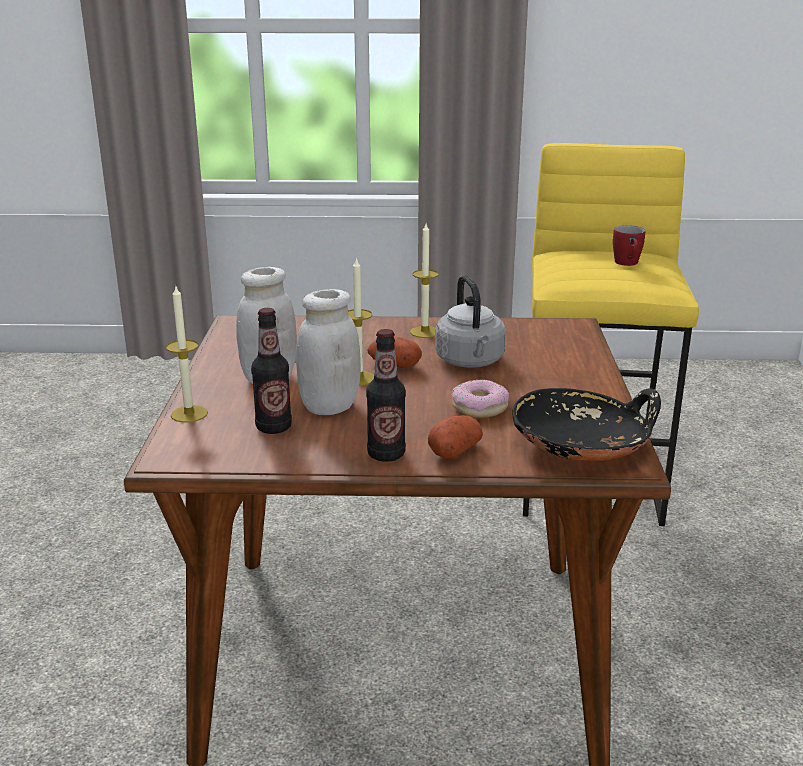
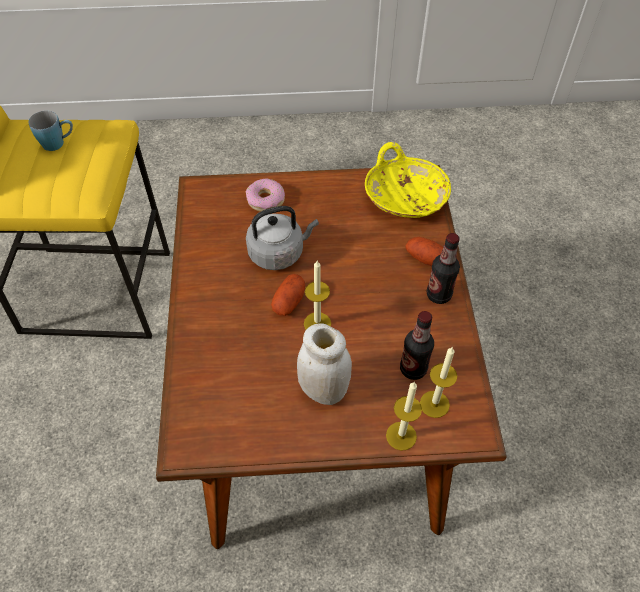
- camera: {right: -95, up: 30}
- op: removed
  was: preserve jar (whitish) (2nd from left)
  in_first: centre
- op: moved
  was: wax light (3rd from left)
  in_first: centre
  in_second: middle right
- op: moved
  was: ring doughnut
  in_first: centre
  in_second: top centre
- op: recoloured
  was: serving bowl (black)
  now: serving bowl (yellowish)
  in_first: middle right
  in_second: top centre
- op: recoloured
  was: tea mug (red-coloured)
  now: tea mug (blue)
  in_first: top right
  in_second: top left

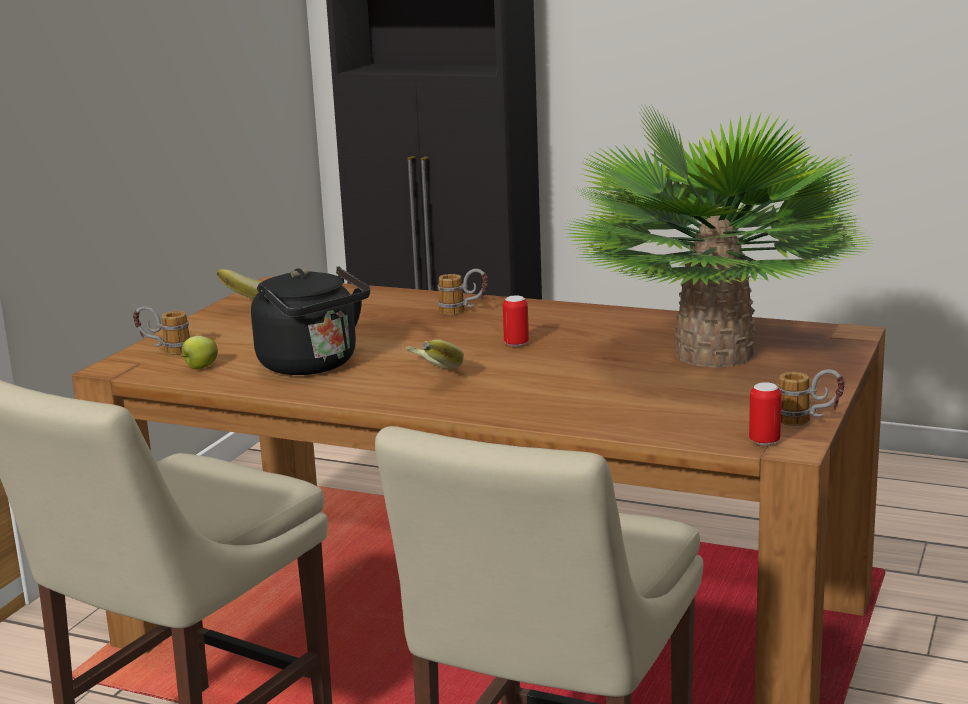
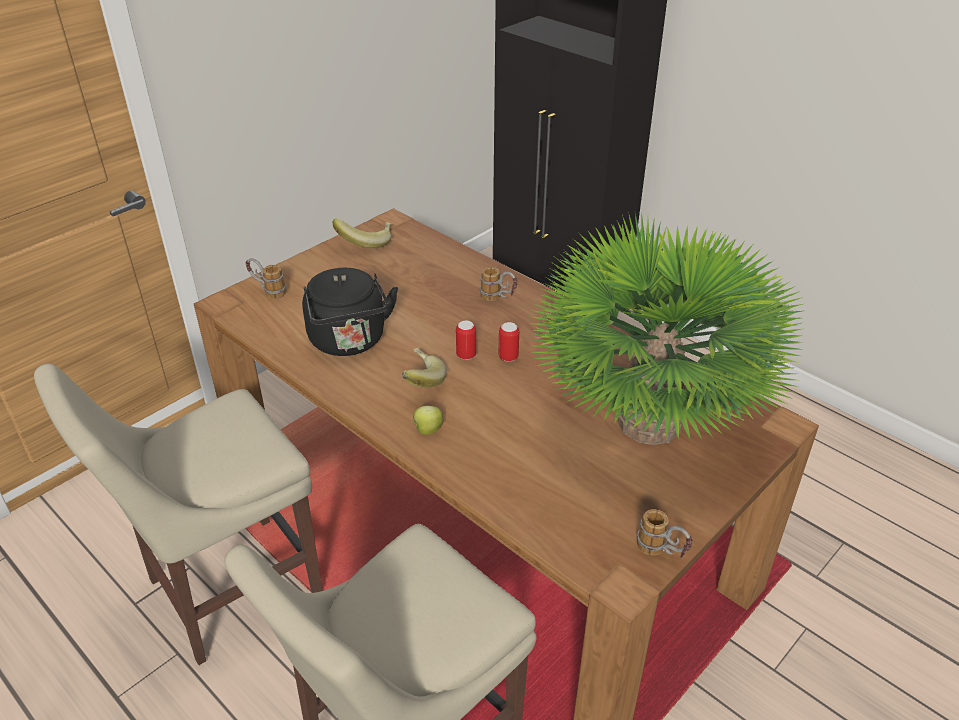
- camera: {right: 20, up: 20}
- op: moved
  was: apple fruit
  in_first: middle left
  in_second: centre
- op: moved
  was: can (2nd from left in the first image)
  now: can (1st from left)
  in_first: middle right
  in_second: centre

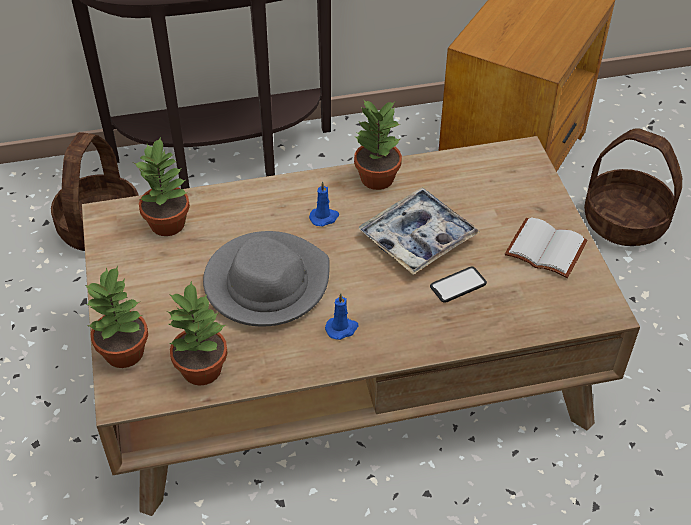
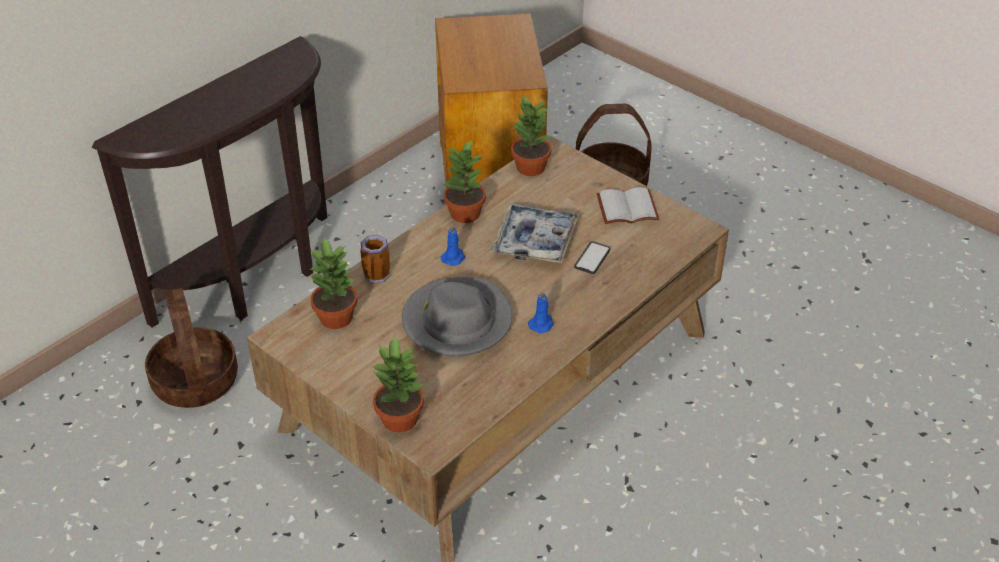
- camera: {right: -35, up: -5}
- op: added
  now: tea mug
  in_second: centre
- op: moved
  was: houseplant (3rd from left in the first image)
  now: houseplant (4th from left)
  in_first: middle left
  in_second: top centre

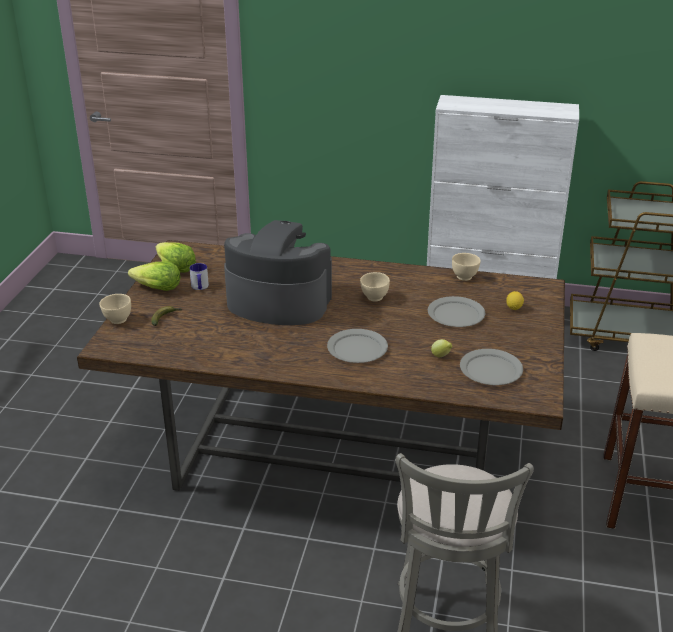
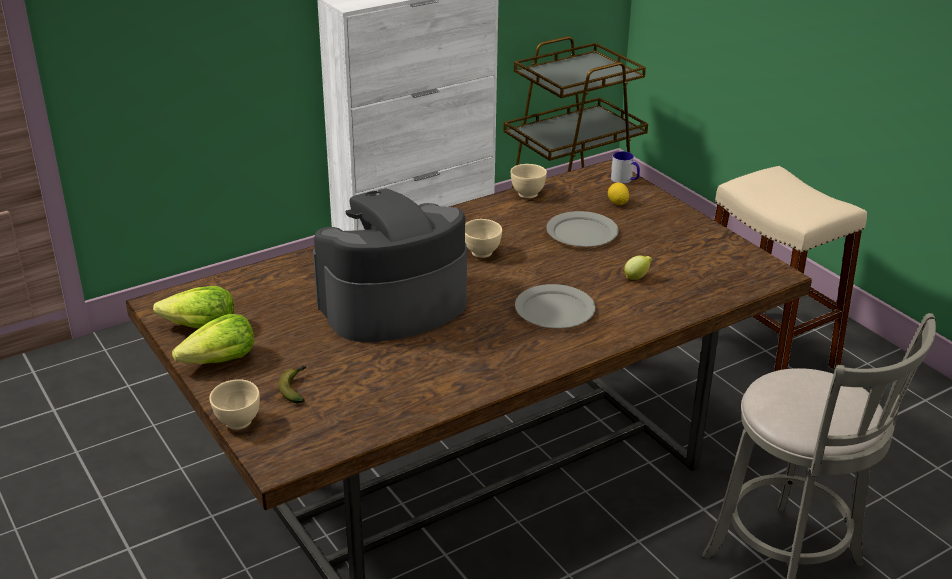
- camera: {right: -45, up: 0}
- op: removed
  was: plate (greyish) (3rd from left)
  in_first: middle right
- op: moved
  was: tea mug
  in_first: middle left
  in_second: top centre

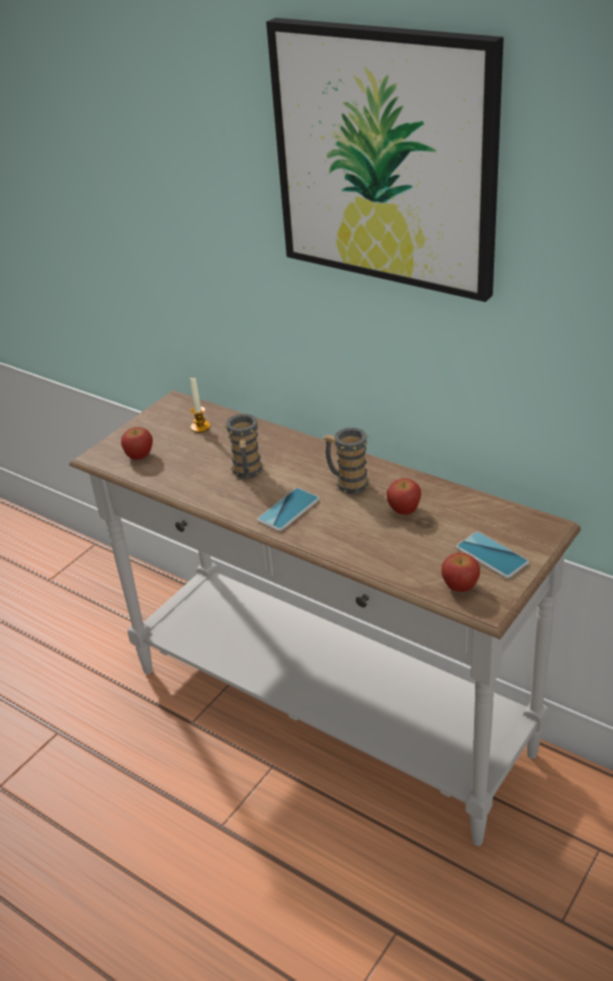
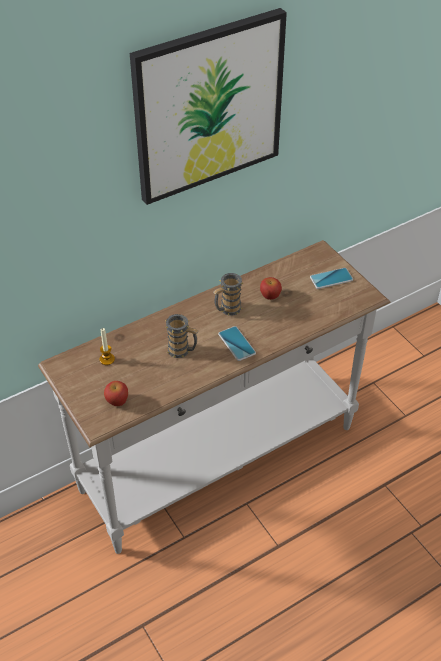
- camera: {right: -70, up: 10}
- op: removed
  was: apple fruit (3rd from left)
  in_first: middle right

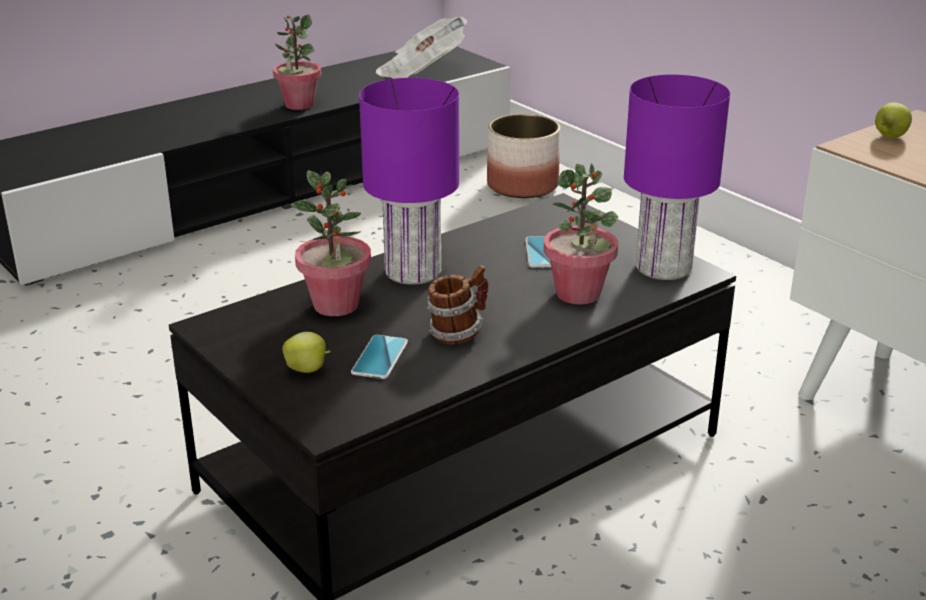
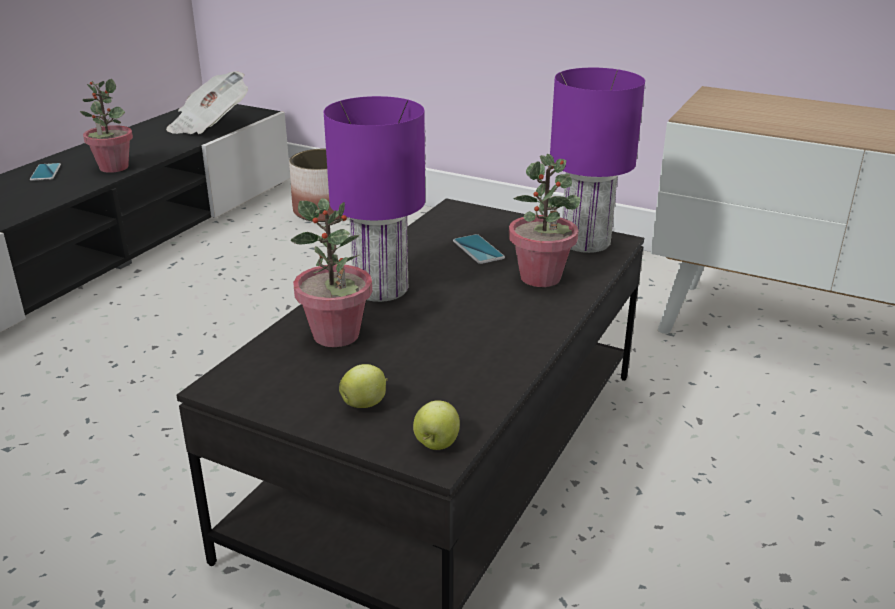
- camera: {right: -25, up: 0}
- op: removed
  was: tea mug
  in_first: centre
- op: moved
  was: telephone (1st from left)
  in_first: centre
  in_second: top left
- op: moved
  was: apple fruit (2nd from left)
  in_first: top right
  in_second: bottom centre

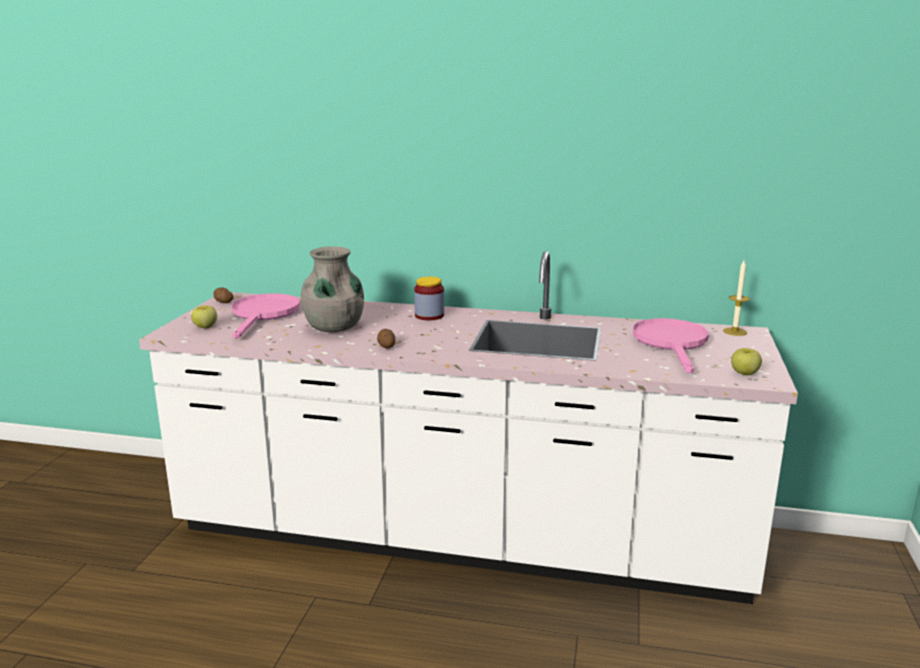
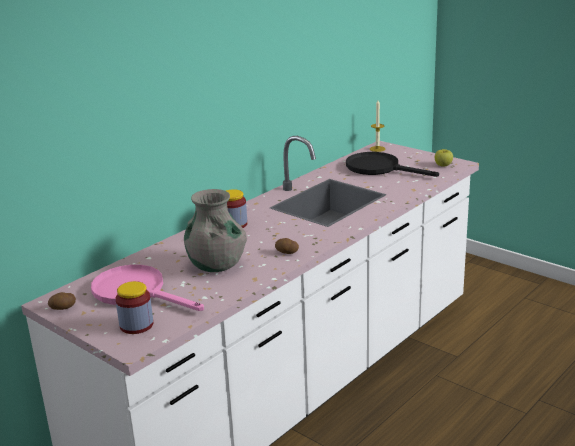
- camera: {right: -60, up: 5}
- op: replaced
  was: apple fruit (1st from left)
  now: preserve jar (1st from left)
  in_first: middle left
  in_second: bottom left
- op: recoloured
  was: pan (pink) (2nd from left)
  now: pan (black)
  in_first: middle right
  in_second: middle right

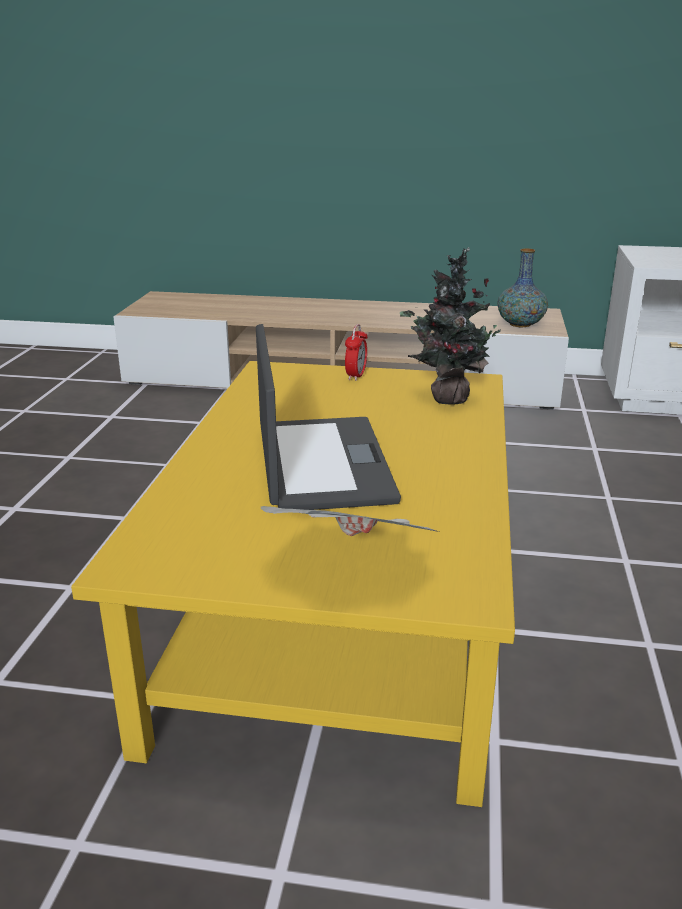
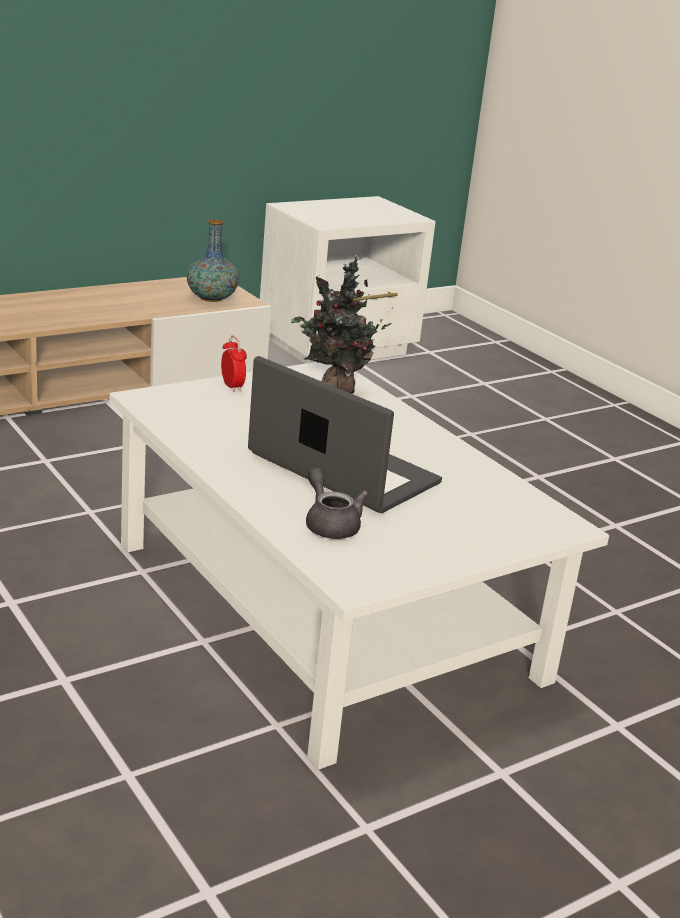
- camera: {right: -45, up: 0}
- op: removed
  was: daily paper
  in_first: centre
- op: added
  now: tea pot (greyish)
  in_second: centre
- op: recoloured
  was: lounge table (yellowish)
  now: lounge table (whitish)
  in_first: centre
  in_second: centre

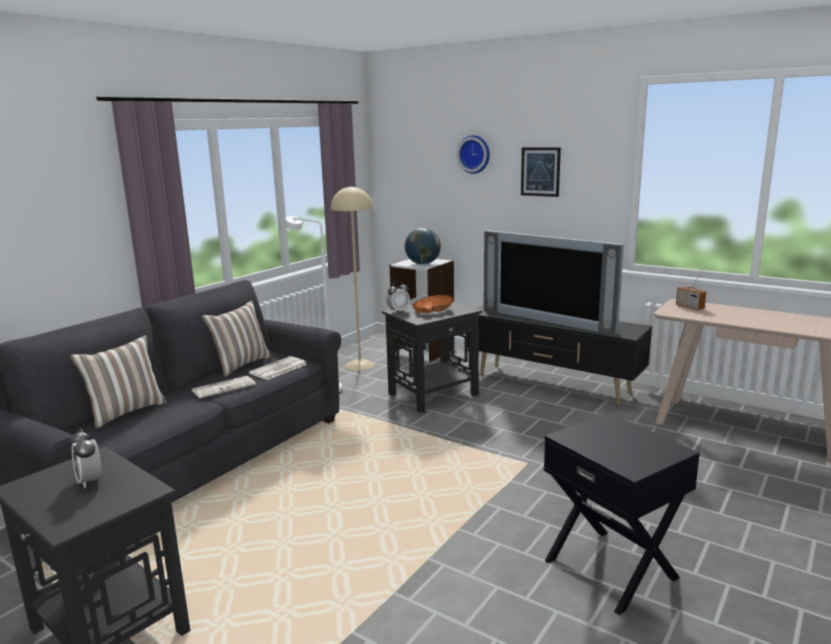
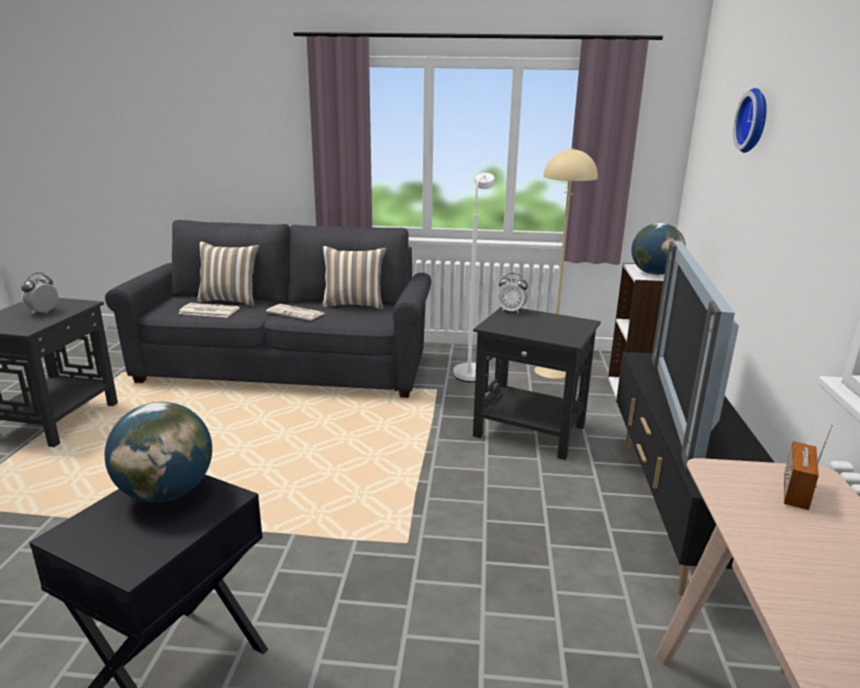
- camera: {right: 60, up: 5}
- op: removed
  was: serving bowl (orange)
  in_first: centre
- op: removed
  was: picture
  in_first: top centre
- op: added
  now: globe (1st from left)
  in_second: middle left
- op: moved
  was: daily paper (2nd from left in the first image)
  now: daily paper (1st from left)
  in_first: centre
  in_second: middle left

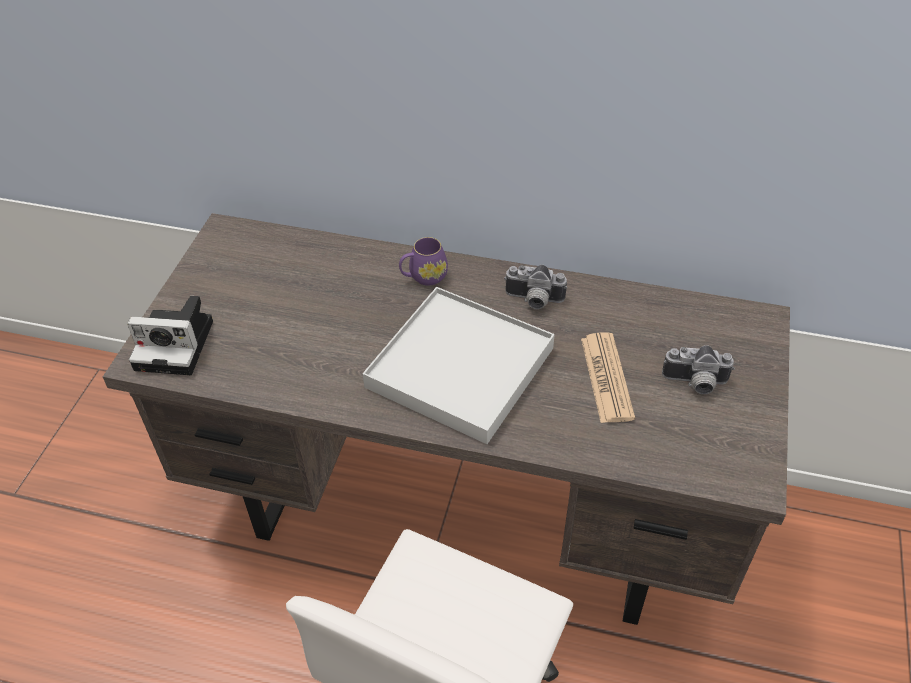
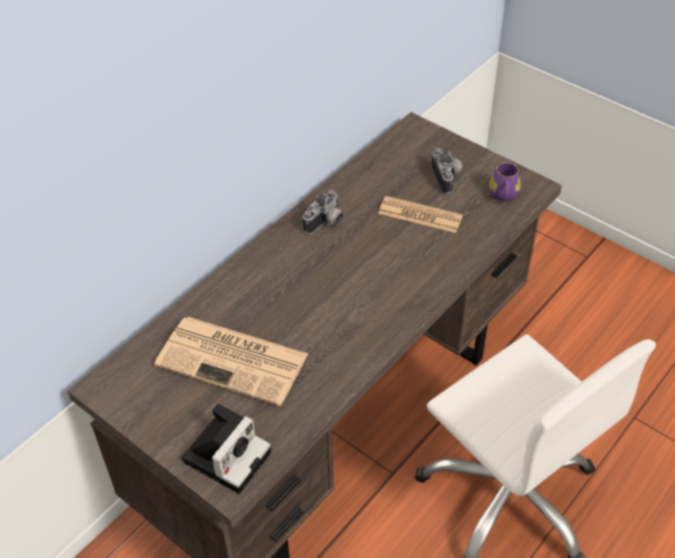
- camera: {right: -65, up: 0}
- op: removed
  was: carrying tray (whitish)
  in_first: centre
- op: added
  now: daily paper (1st from left)
  in_second: centre
- op: moved
  was: tea mug (purple-coloured)
  in_first: centre
  in_second: top right
- op: turned
  was: photo camera (3rd from left)
  in_first: middle right
  in_second: top centre
  clockwise: -45

